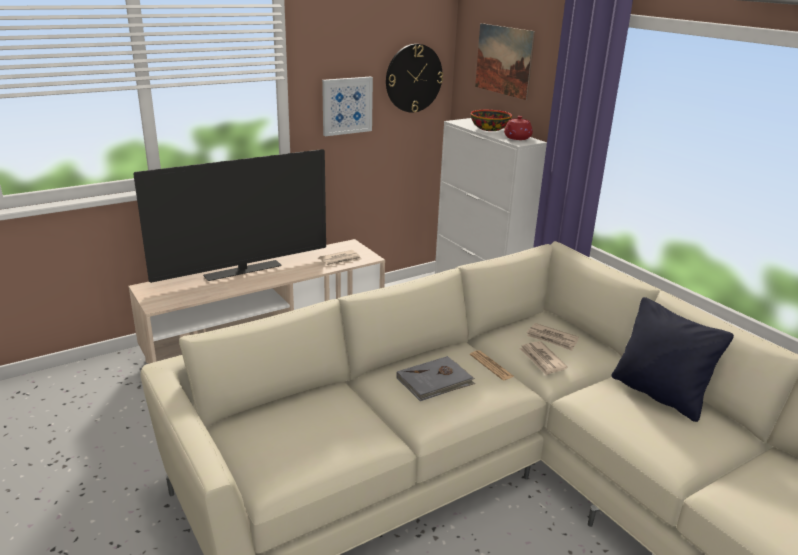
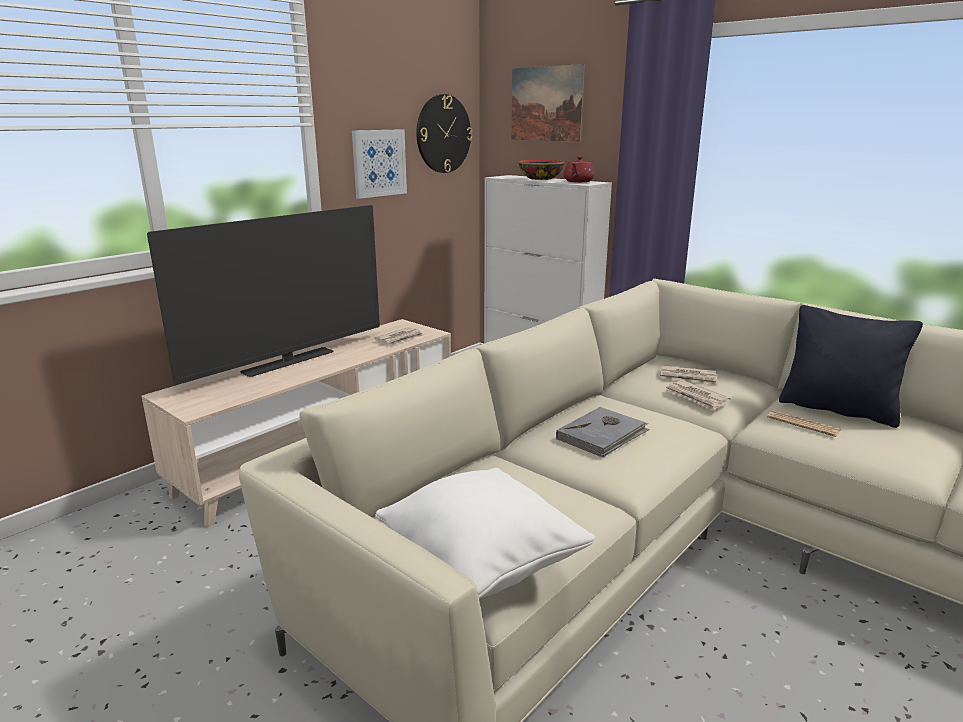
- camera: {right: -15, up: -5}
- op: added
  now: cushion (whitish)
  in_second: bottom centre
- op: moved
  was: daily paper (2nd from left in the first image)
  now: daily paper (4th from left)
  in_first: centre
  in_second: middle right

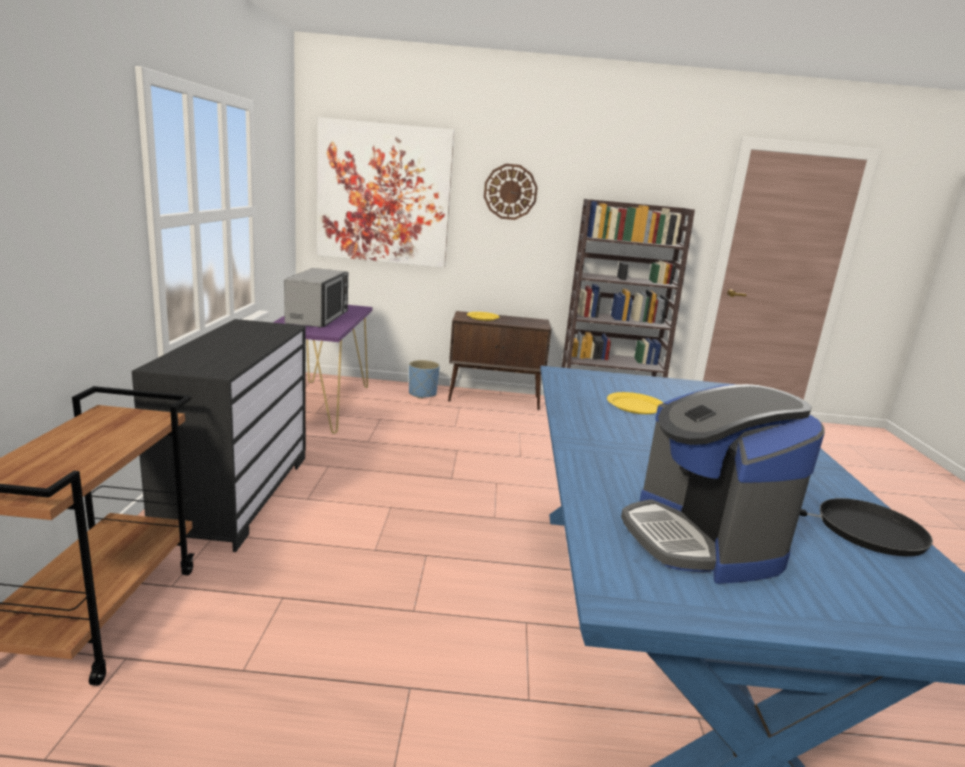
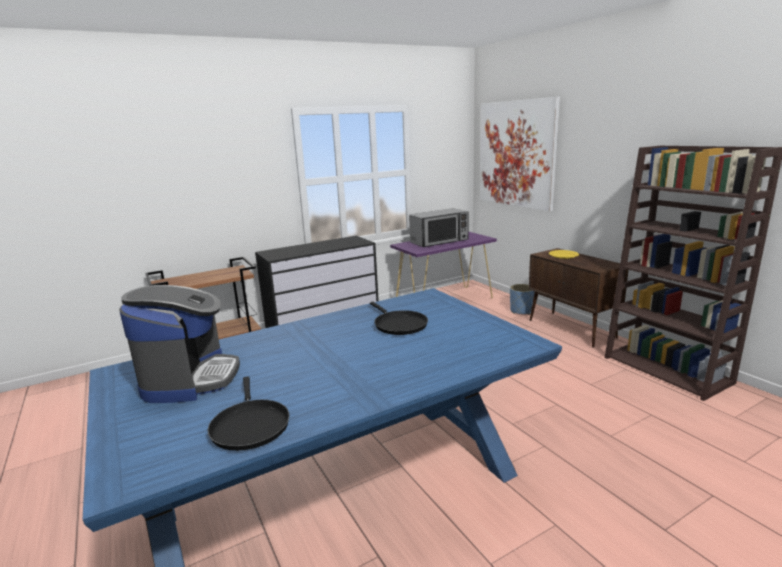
- camera: {right: 60, up: 0}
- op: removed
  was: clock on the wall
  in_first: top centre
- op: replaced
  was: plate (yellowish) (2nd from left)
  now: pan (black) (2nd from left)
  in_first: centre
  in_second: centre
- op: turned
  was: coffee brewer
  in_first: middle right
  in_second: middle left
  clockwise: 135

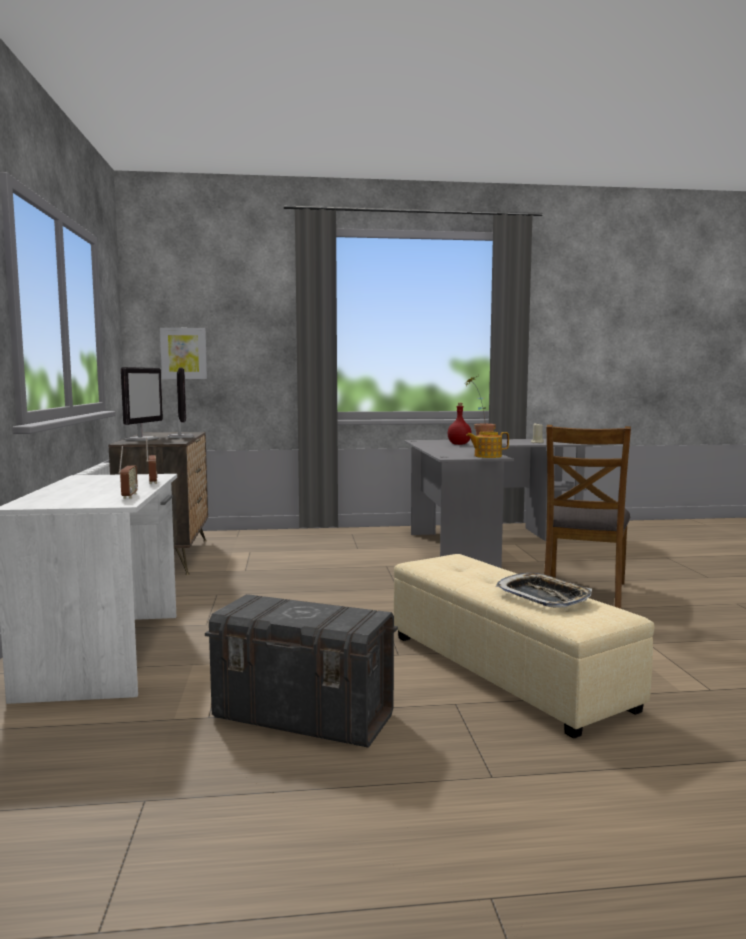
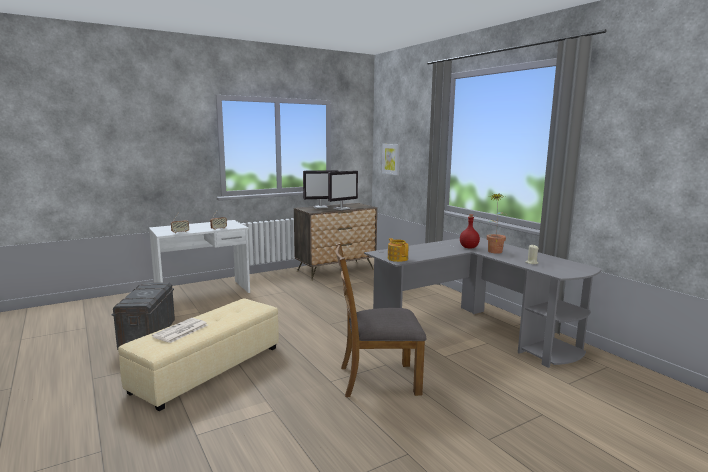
- camera: {right: 65, up: 5}
- op: replaced
  was: carrying tray
  now: daily paper
  in_first: middle right
  in_second: bottom left

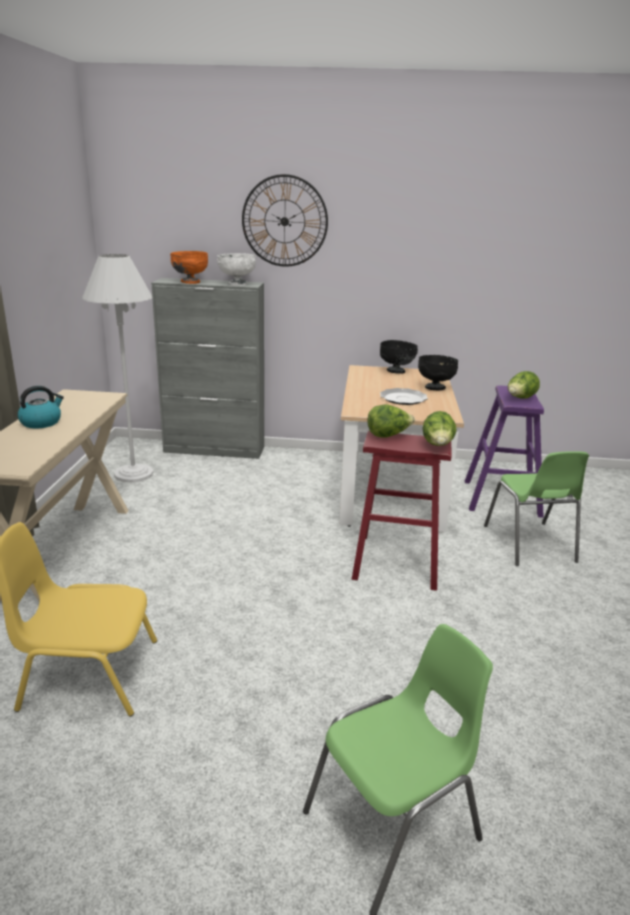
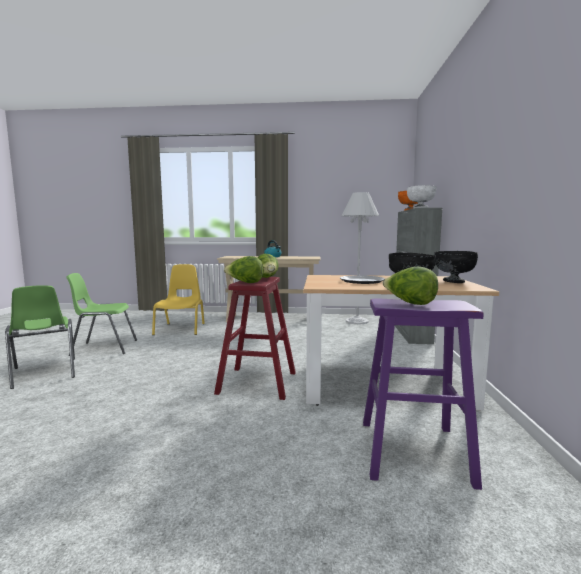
- camera: {right: 90, up: -15}
- op: removed
  was: clock on the wall
  in_first: top centre
- op: moved
  was: plain chair (green) (2nd from left)
  in_first: middle right
  in_second: middle left

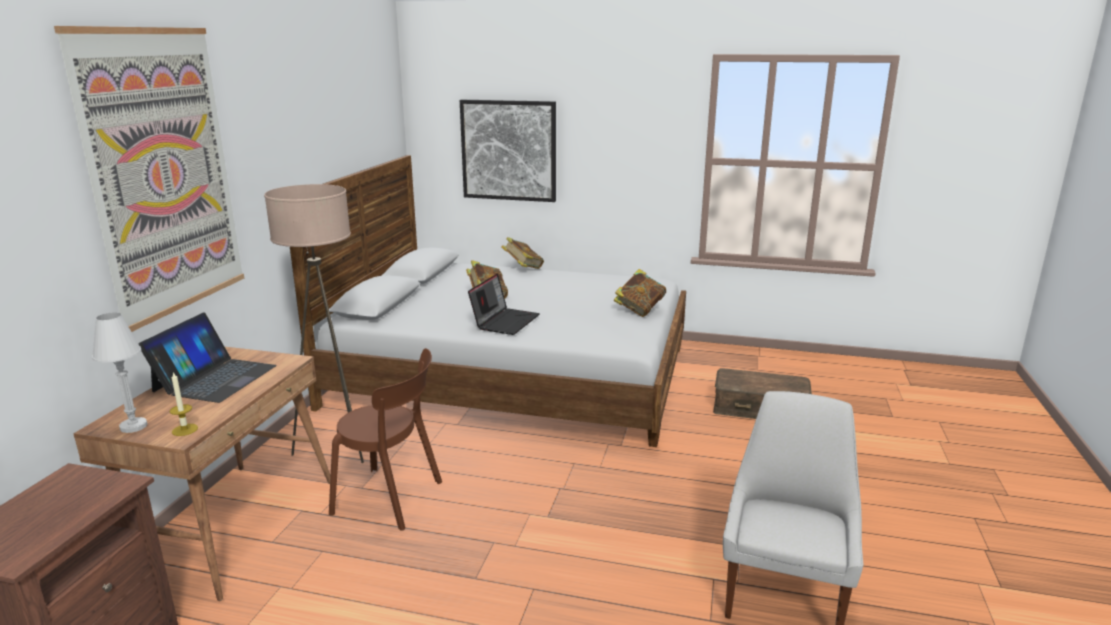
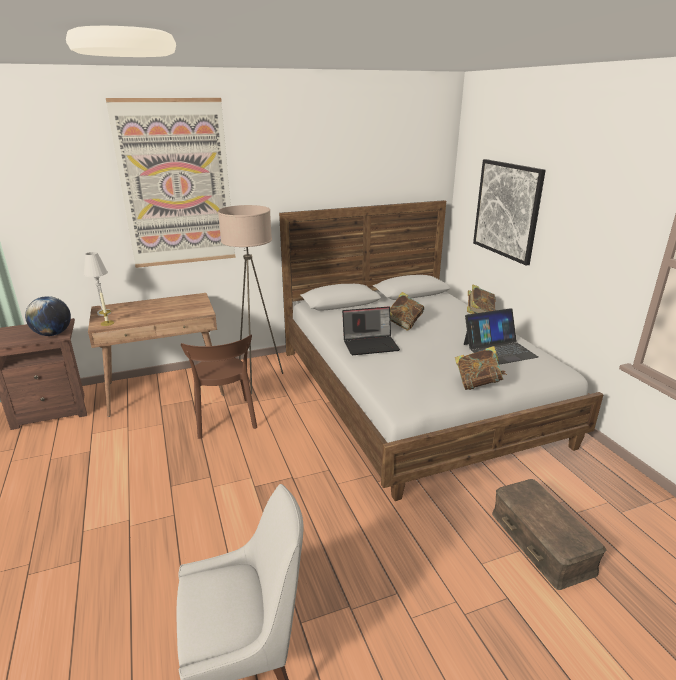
- camera: {right: 55, up: 5}
- op: added
  now: globe
  in_second: middle left
- op: moved
  was: notebook computer (1st from left in the first image)
  now: notebook computer (2nd from left)
  in_first: middle left
  in_second: middle right

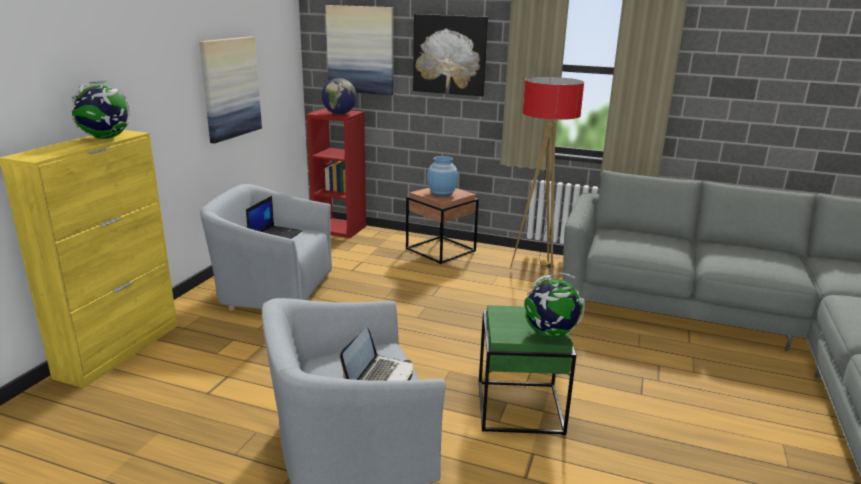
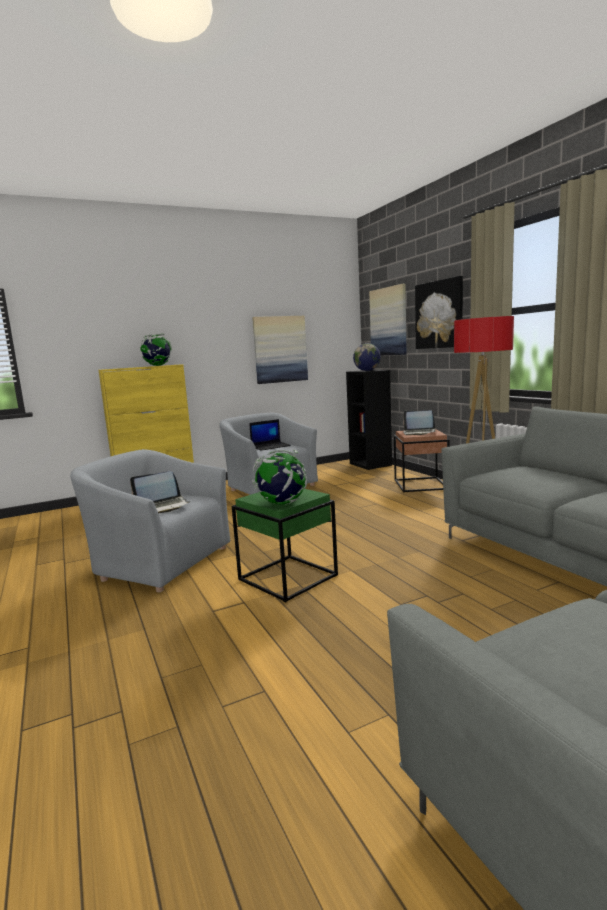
- camera: {right: 45, up: -10}
- op: replaced
  was: decorative vase (blue)
  now: notebook computer (3rd from left)
  in_first: centre
  in_second: middle right
- op: recoloured
  was: bookcase (red-coloured)
  now: bookcase (black)
  in_first: centre
  in_second: centre

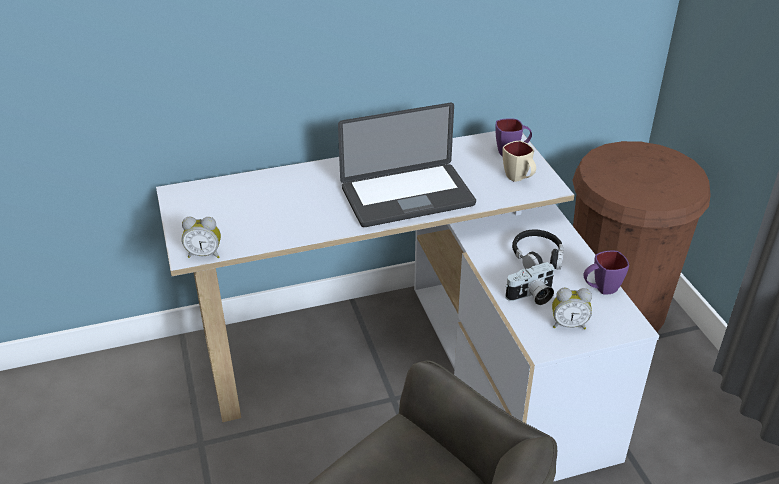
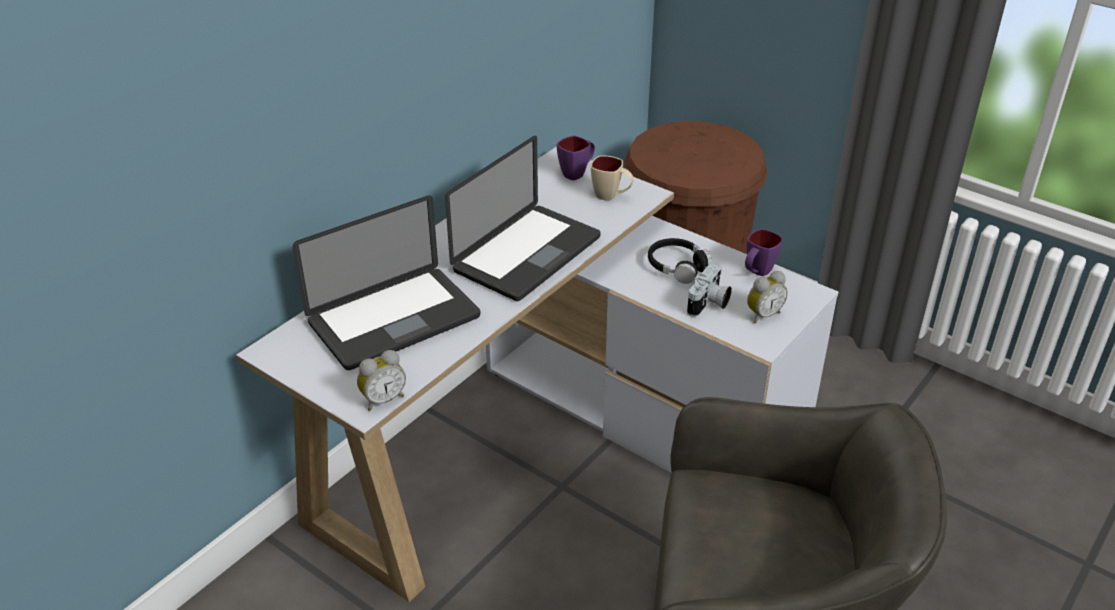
- camera: {right: -35, up: 0}
- op: added
  now: notebook computer (1st from left)
  in_second: centre

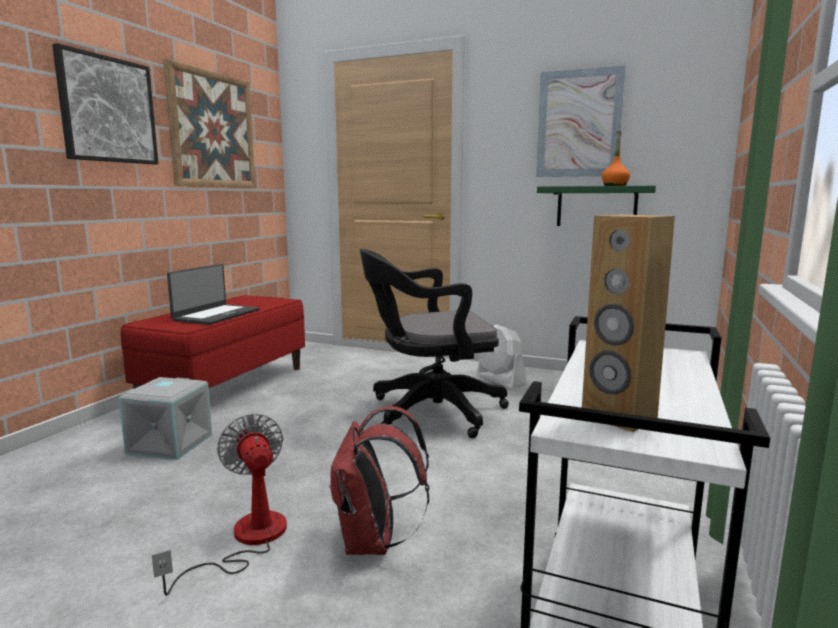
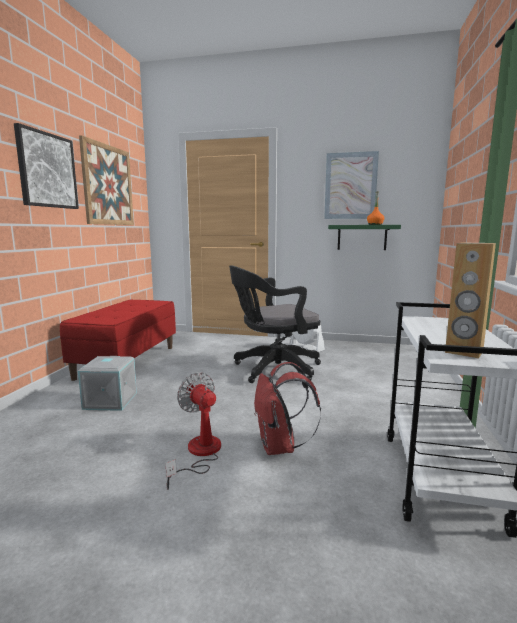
- camera: {right: -10, up: 0}
- op: removed
  was: notebook computer
  in_first: middle left

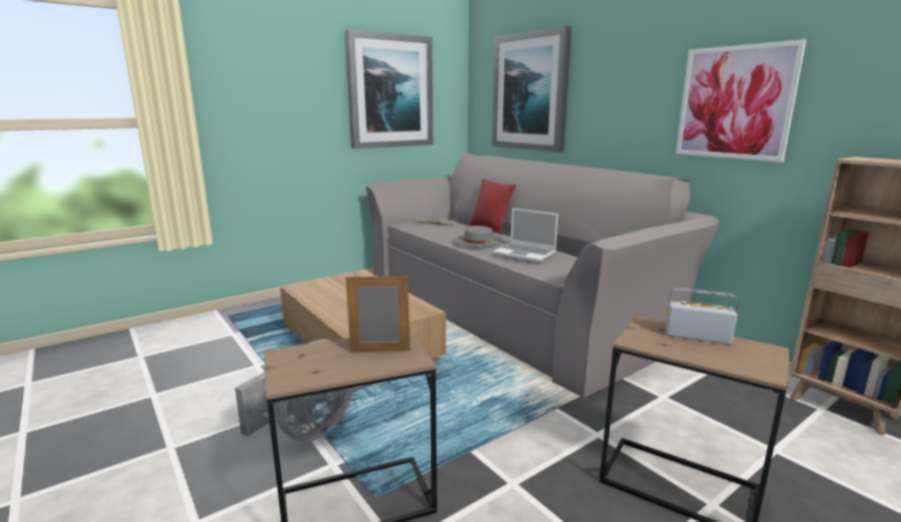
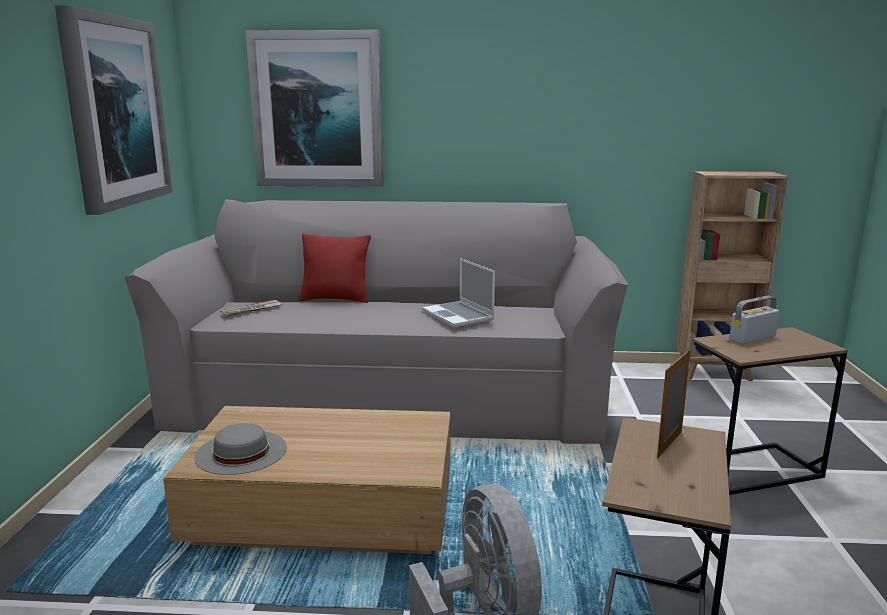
- camera: {right: -50, up: 0}
- op: removed
  was: picture (3rd from left)
  in_first: top right
- op: moved
  was: clothing hat (greyish)
  in_first: centre
  in_second: bottom left
- op: turned
  was: notebook computer
  in_first: centre
  in_second: centre
  clockwise: 75

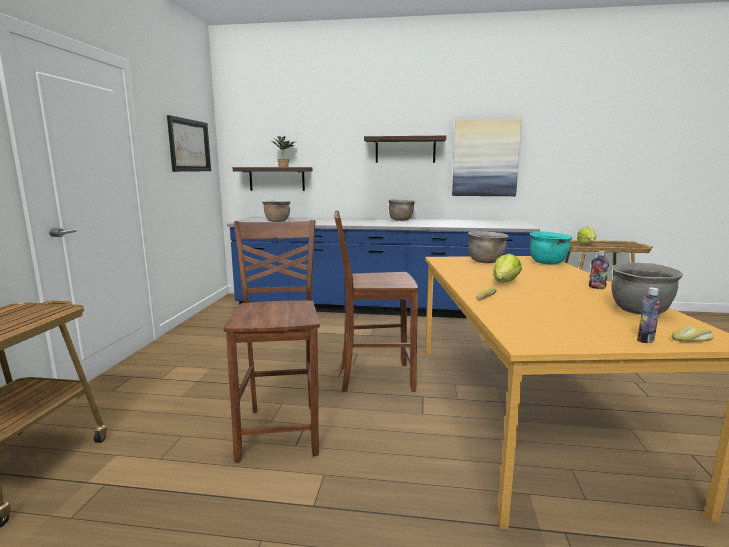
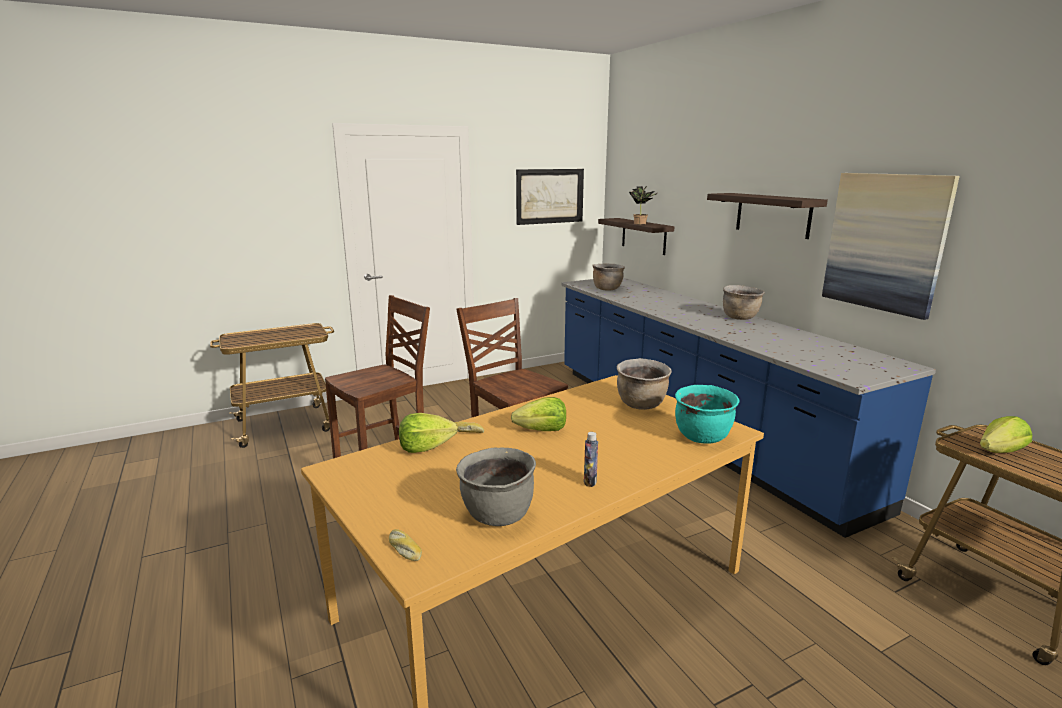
- camera: {right: 55, up: 5}
- op: removed
  was: bottle (2nd from left)
  in_first: middle right
- op: added
  now: head of lettuce (1st from left)
  in_second: centre

